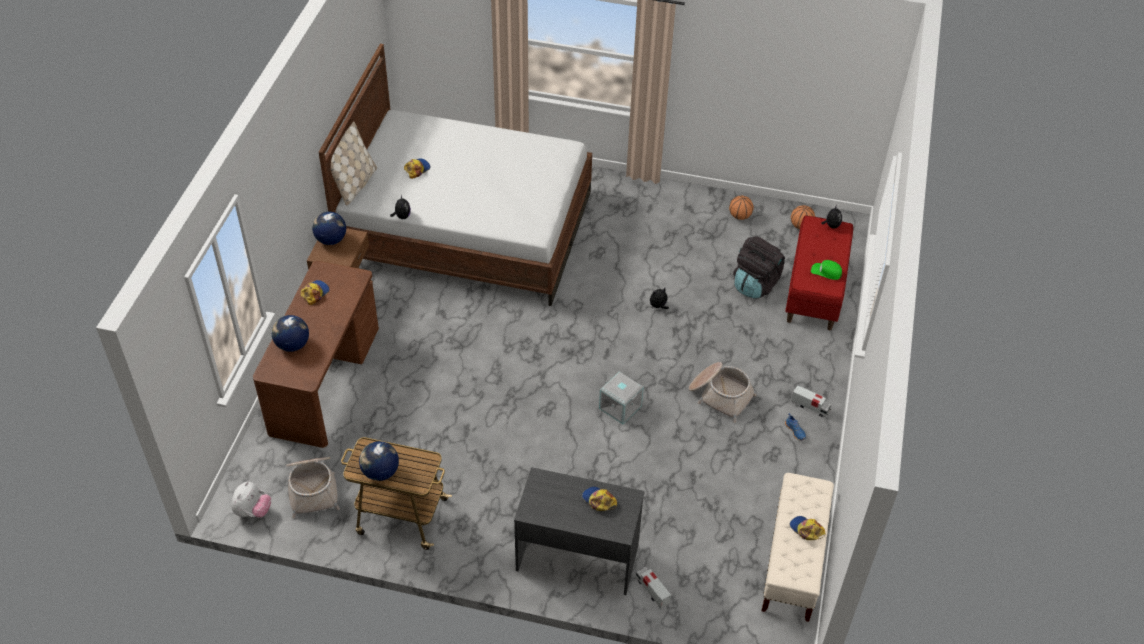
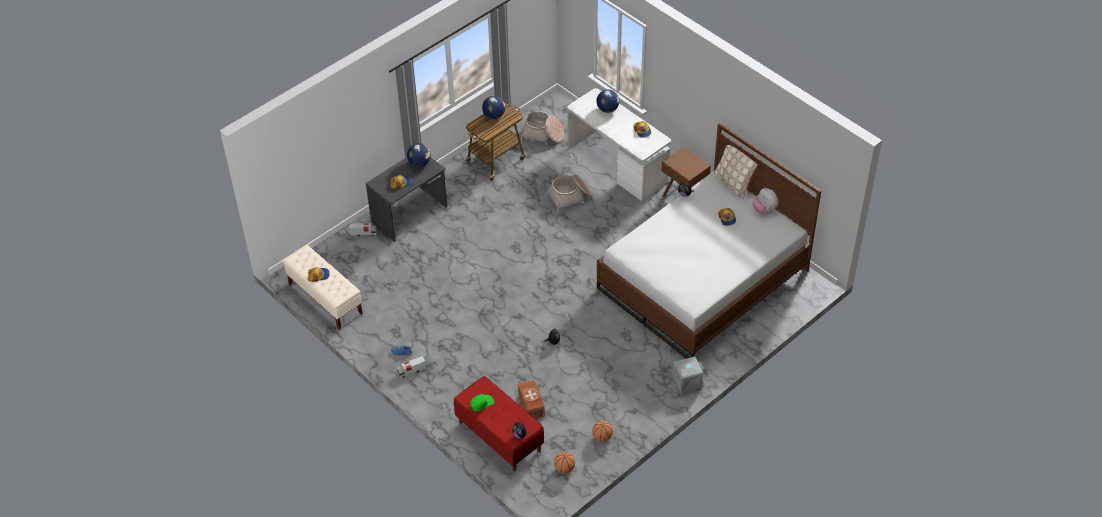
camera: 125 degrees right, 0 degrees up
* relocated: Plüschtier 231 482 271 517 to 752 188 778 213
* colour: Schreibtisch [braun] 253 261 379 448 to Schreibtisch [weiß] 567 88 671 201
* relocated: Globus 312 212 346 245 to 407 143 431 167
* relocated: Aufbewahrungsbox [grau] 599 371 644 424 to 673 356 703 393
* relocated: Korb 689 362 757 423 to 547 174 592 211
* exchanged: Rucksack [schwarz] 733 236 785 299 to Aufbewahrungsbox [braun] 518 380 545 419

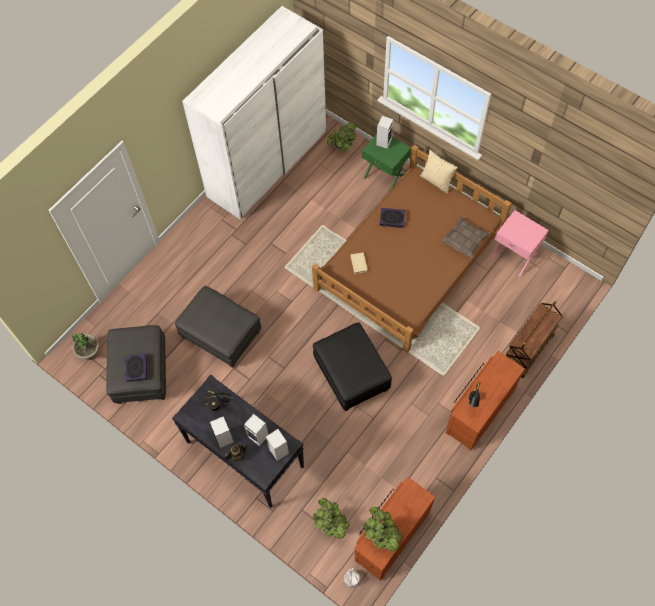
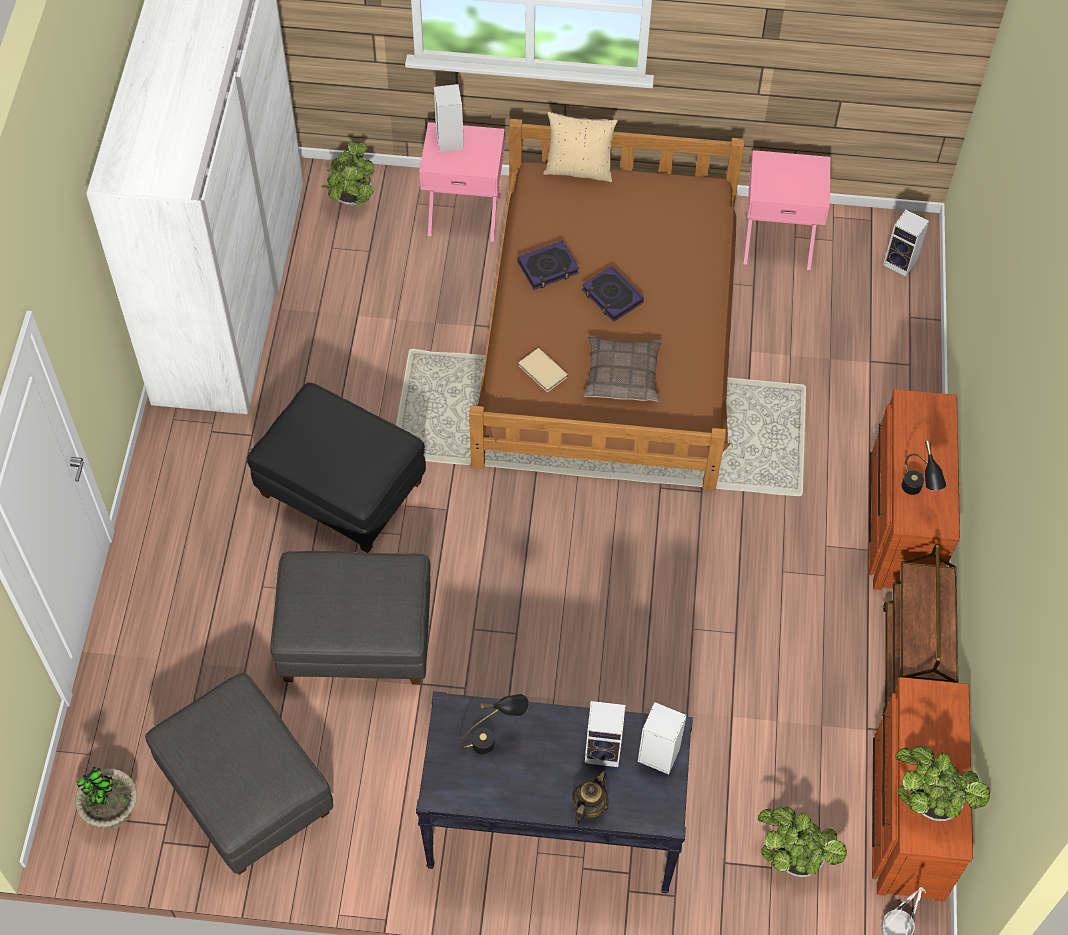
camera: 35 degrees left, 5 degrees down
* relocated: Buch 125 354 147 382 to 582 266 644 322
* relocated: Lautsprecher 210 416 234 448 to 883 210 929 277
* relocated: Polsterhocker [schwarz] 313 322 392 411 to 247 382 426 553
* colour: Nachttisch [grün] 362 134 411 193 to Nachttisch [rosa] 419 122 505 242
* relocated: Kissen 441 216 490 258 to 584 336 662 402
* relocated: Rollwagen [braun] 506 301 563 378 to 882 544 958 715

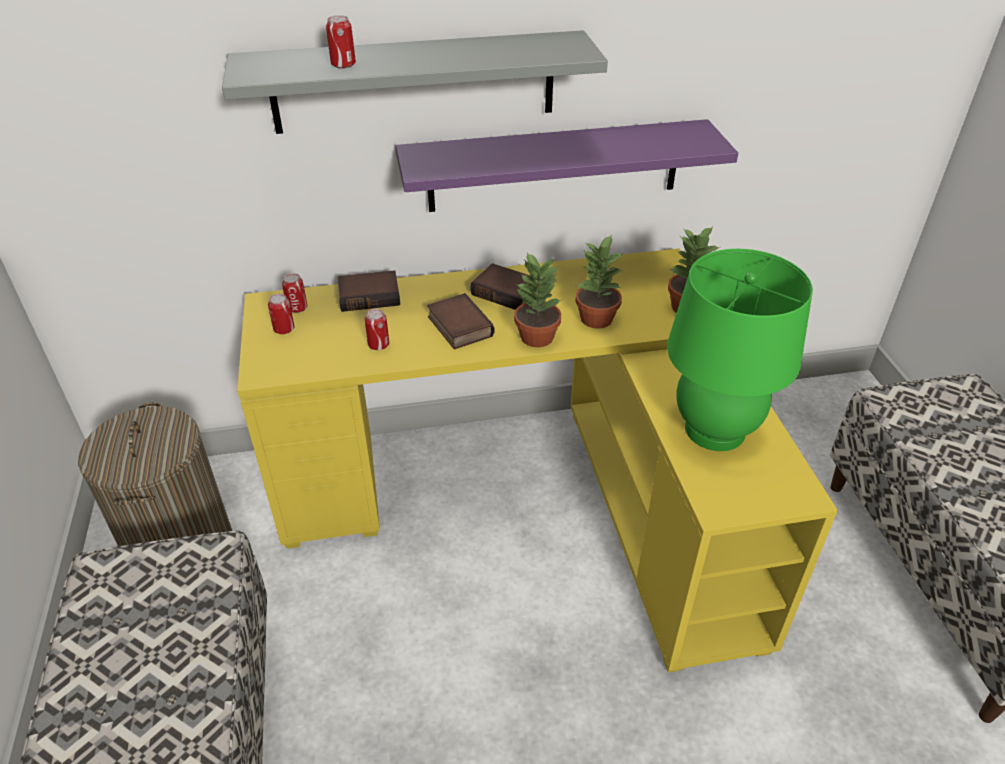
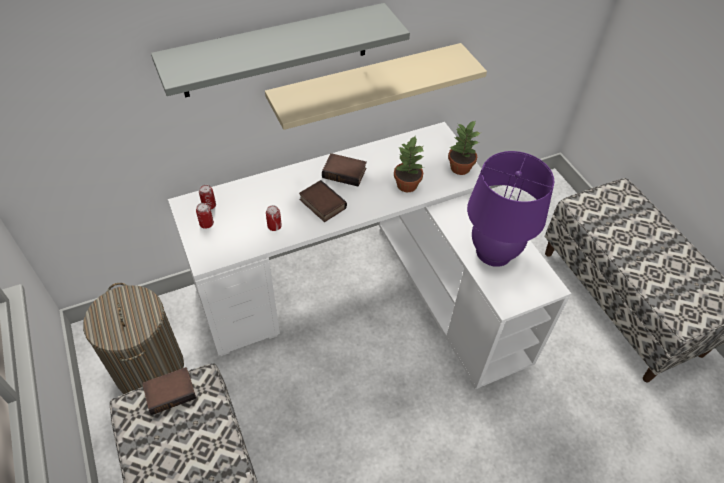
camera: 15 degrees left, 10 degrees up
* colour: Schreibtisch [gelb] 237 248 838 673 to Schreibtisch [weiß] 168 122 571 389
* missing: Dose 326 15 356 69
* relocated: Buch 338 270 400 312 to 142 367 196 415
* colour: Wandregal [lila] 396 119 738 212 to Wandregal [beige] 265 43 487 130
* missing: Topfpflanze 514 252 563 347
* colour: Tischlampe [grün] 667 249 813 451 to Tischlampe [lila] 467 151 554 267

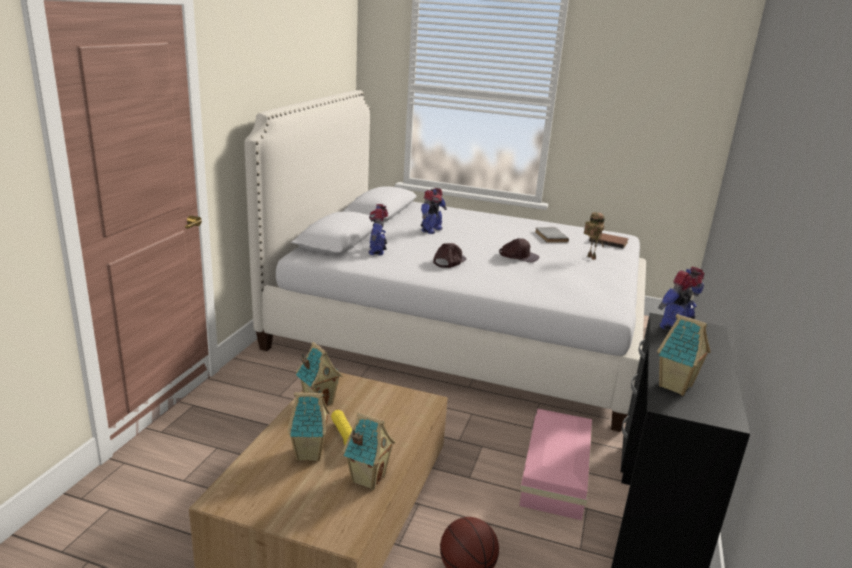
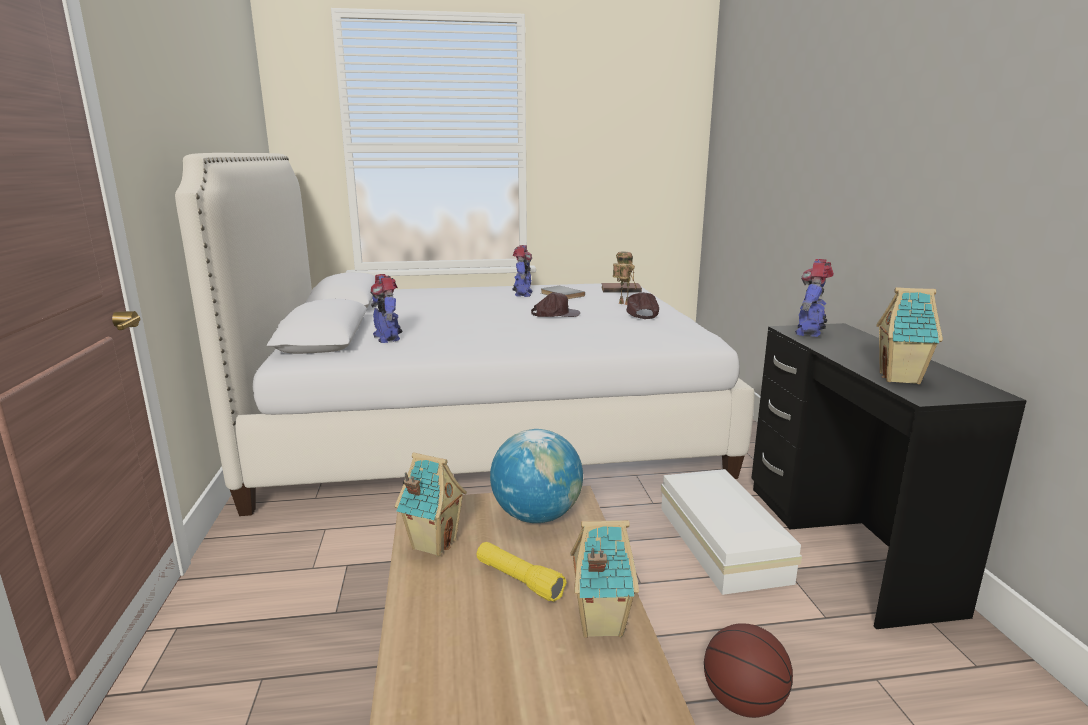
camera: 25 degrees left, 5 degrees down
* missing: Spielzeughaus 288 390 330 461
* relocated: Spielzeugroboter 421 188 447 234 to 512 245 533 297
* relocated: Kappe [braun] 433 243 466 268 to 626 292 659 319
* colour: Aufbewahrungsbox [rosa] 519 409 592 520 to Aufbewahrungsbox [weiß] 661 469 802 595
* appeared: Globus 490 429 583 523

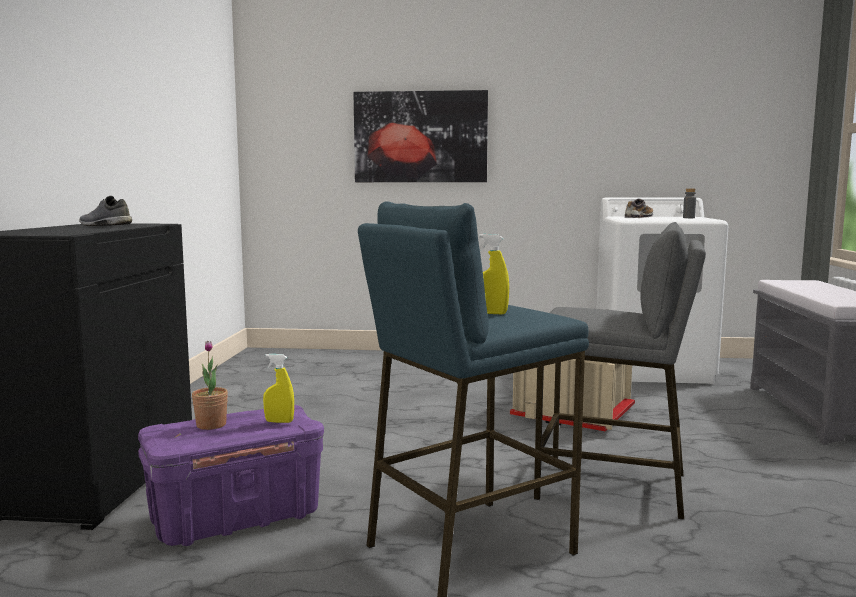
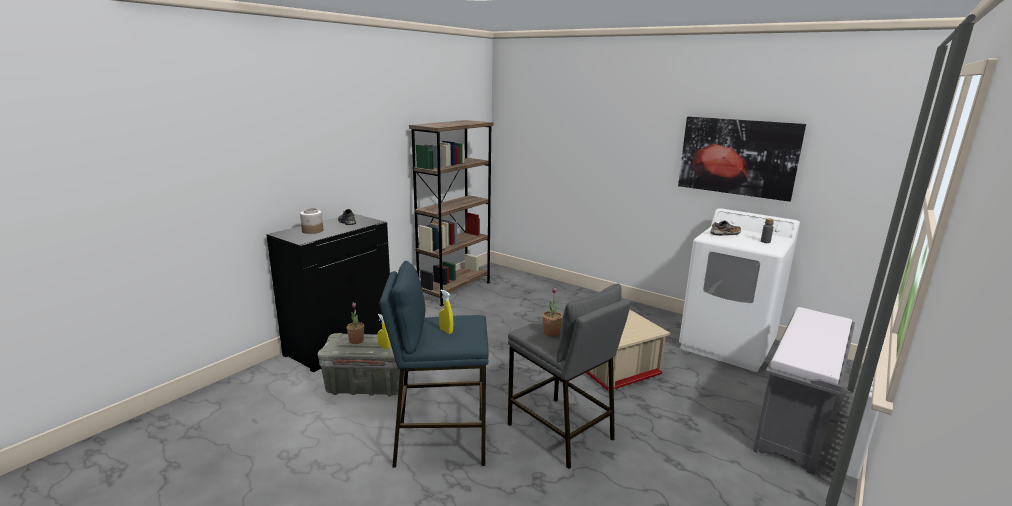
camera: 30 degrees right, 10 degrees up
* colour: Aufbewahrungsbox [lila] 138 405 324 546 to Aufbewahrungsbox [grau] 317 333 405 396
* relocated: Bild 354 90 488 182 to 678 116 806 202
* appeared: Vorratsglas 300 208 323 234
* appeared: Bücherregal [braun] 409 120 494 306
* appeared: Topfpflanze 542 287 562 337

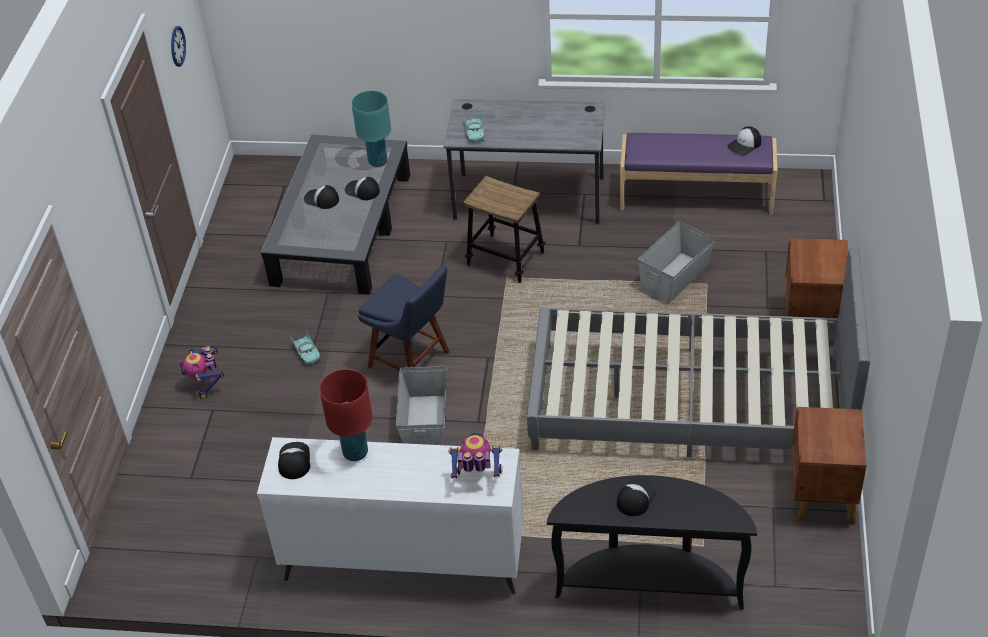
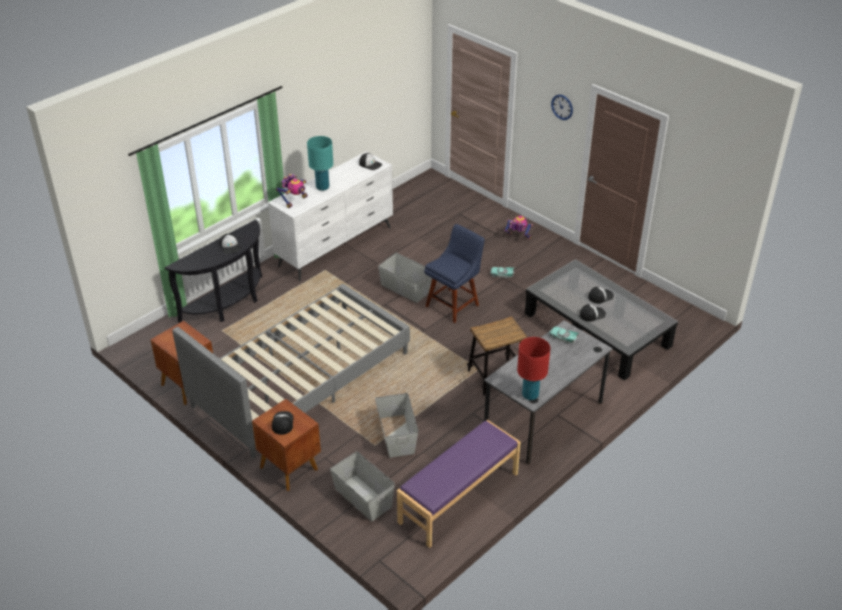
camera: 125 degrees right, 5 degrees down
* relocated: Wanduhr 171 26 186 67 to 551 95 573 120
* relocated: Tischlampe [rot] 319 369 373 461 to 517 337 551 400
* relocated: Tischlampe [türkis] 351 90 391 167 to 307 136 333 191
* spun: Stuhl [blau] 358 266 449 370 = 424 224 485 323 150 degrees clockwise
* relocated: Kappe 727 126 761 155 to 272 411 293 435
* appeared: Aufbewahrungsbox [grau] 330 451 395 521

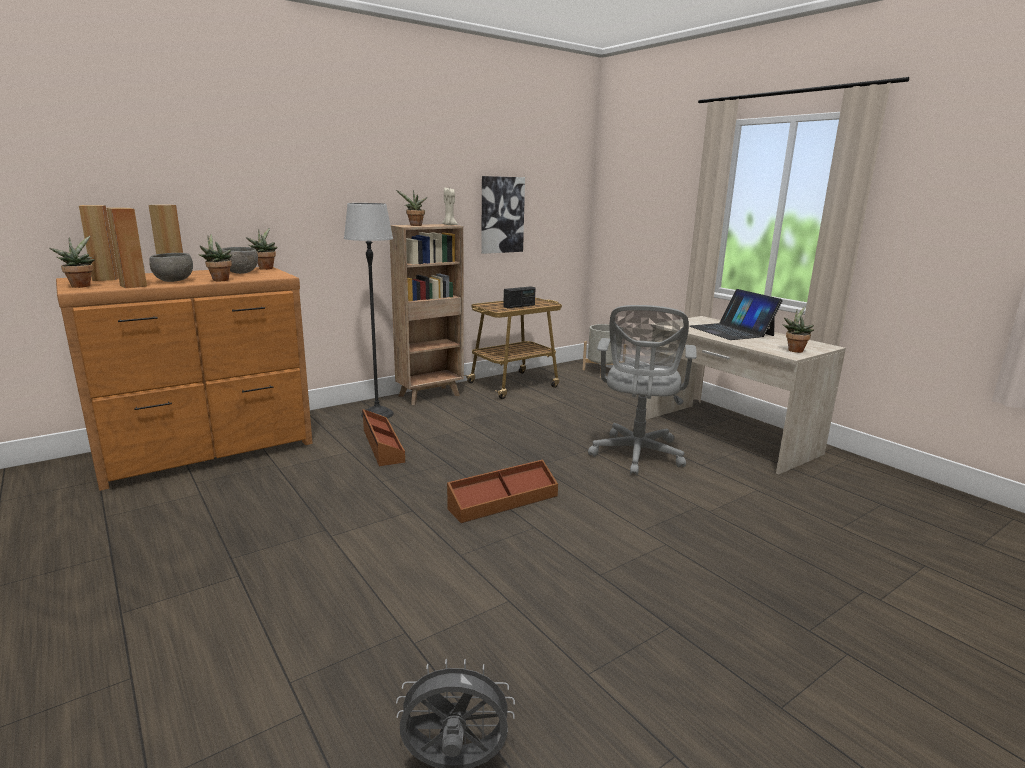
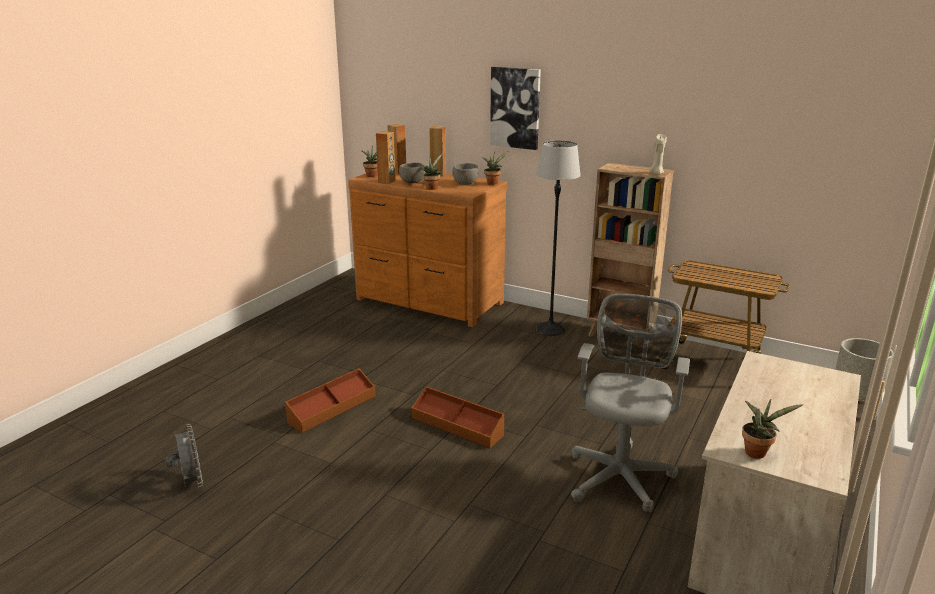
camera: 65 degrees right, 5 degrees up
* relocated: Aufbewahrungsbox [braun] 362 409 405 466 to 285 368 376 433
* missing: Topfpflanze 396 190 428 226
* relocated: Bild 481 176 525 254 to 490 67 541 150
* missing: Radio 503 286 535 308
* spun: Bürostuhl [grau] 588 305 697 475 = 571 294 690 512 120 degrees clockwise
* missing: Laptop 689 289 783 340

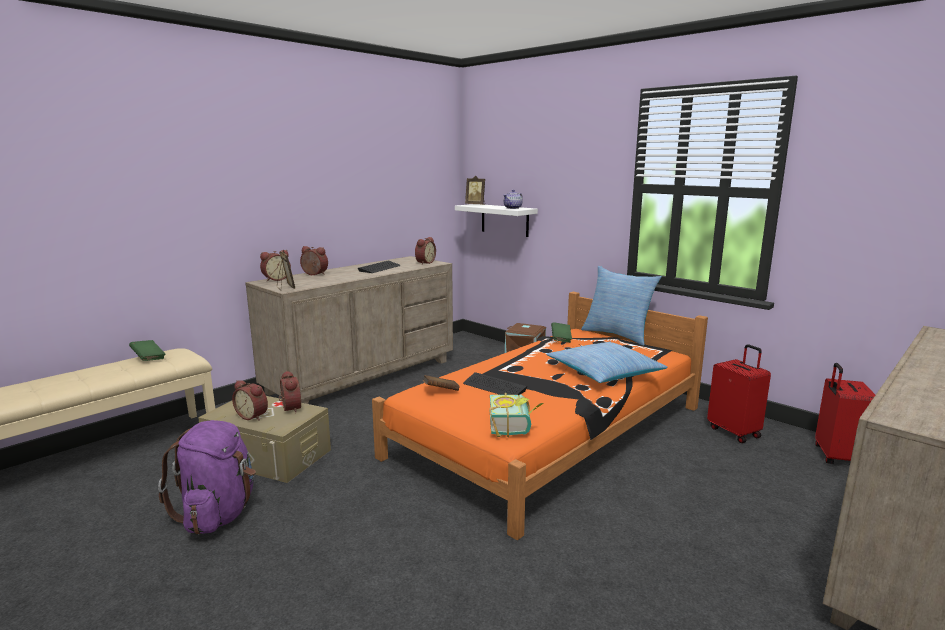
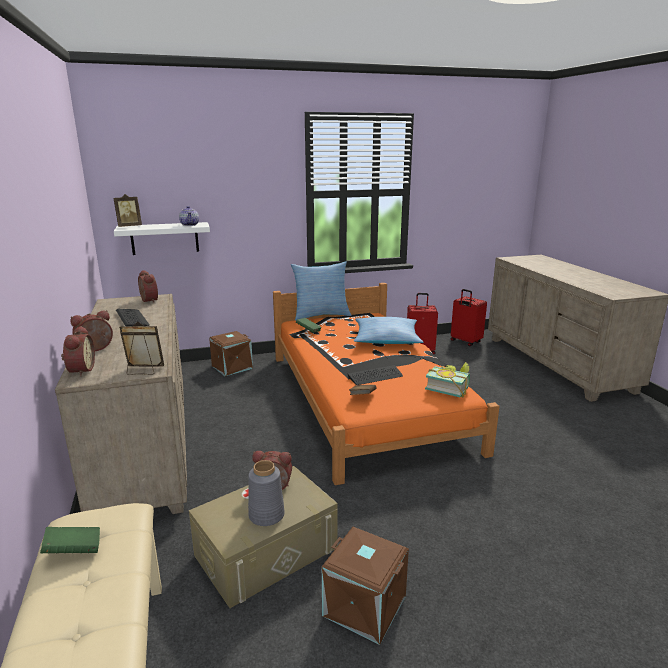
camera: 60 degrees left, 5 degrees up
* exchanged: Rucksack [lila] 158 420 256 535 to Aufbewahrungsbox [braun] 322 527 409 645
* exchanged: Wecker 232 380 268 421 to Vase [grau] 248 460 285 526

